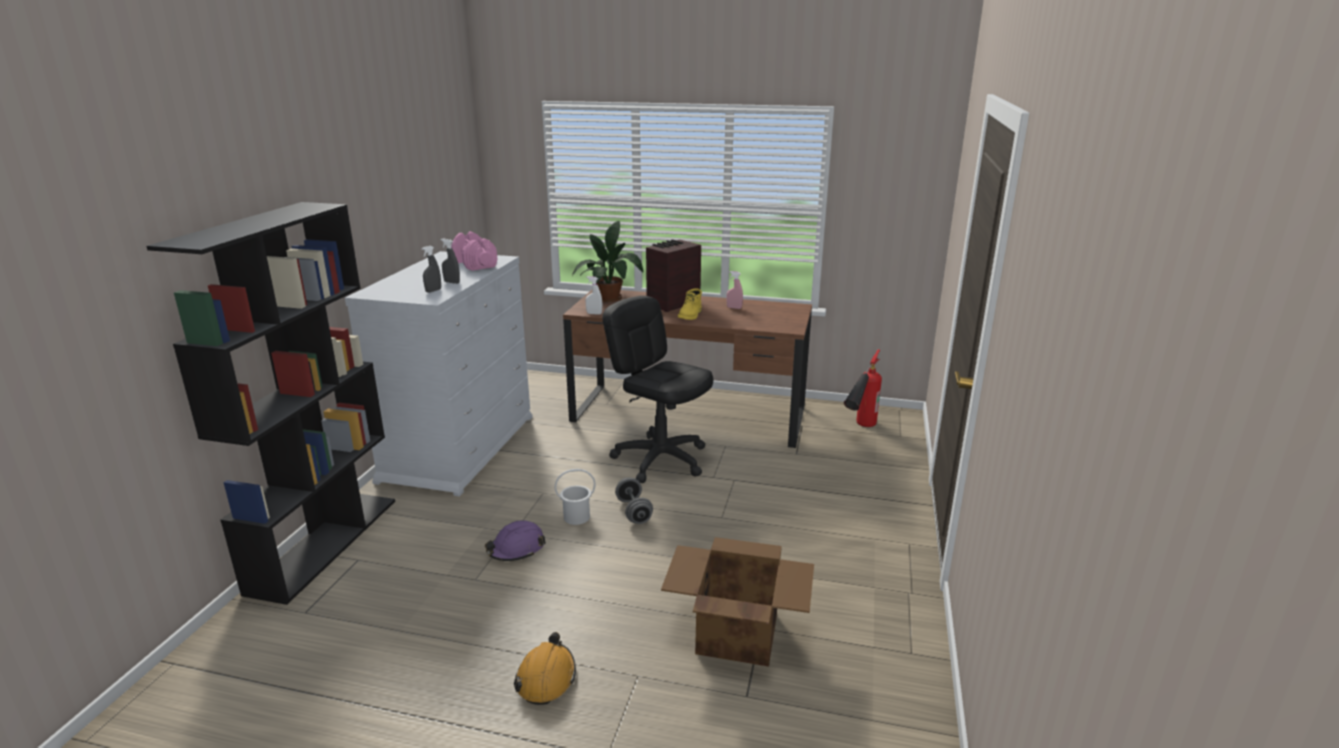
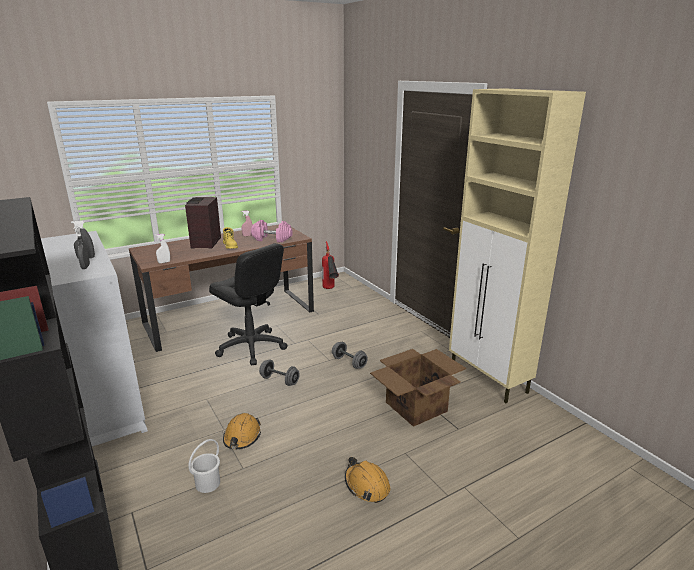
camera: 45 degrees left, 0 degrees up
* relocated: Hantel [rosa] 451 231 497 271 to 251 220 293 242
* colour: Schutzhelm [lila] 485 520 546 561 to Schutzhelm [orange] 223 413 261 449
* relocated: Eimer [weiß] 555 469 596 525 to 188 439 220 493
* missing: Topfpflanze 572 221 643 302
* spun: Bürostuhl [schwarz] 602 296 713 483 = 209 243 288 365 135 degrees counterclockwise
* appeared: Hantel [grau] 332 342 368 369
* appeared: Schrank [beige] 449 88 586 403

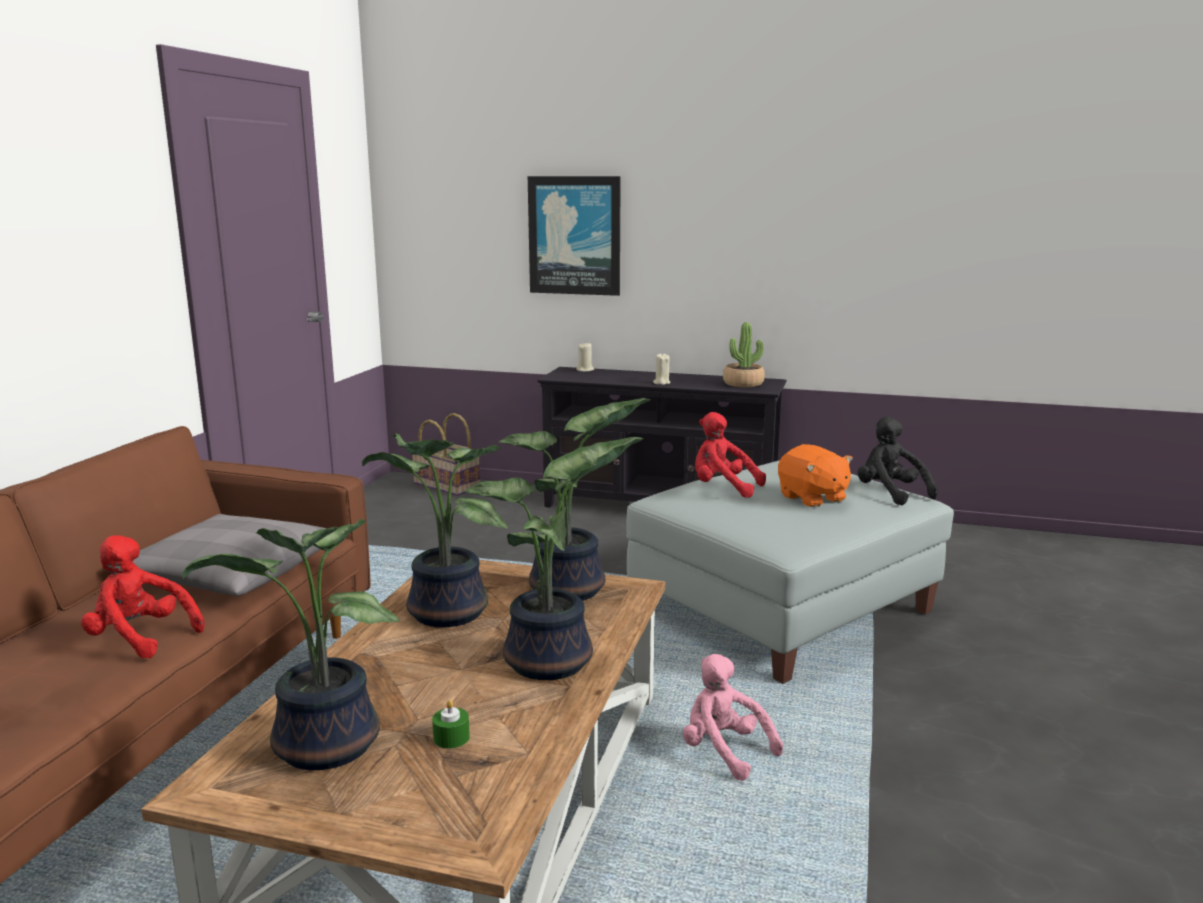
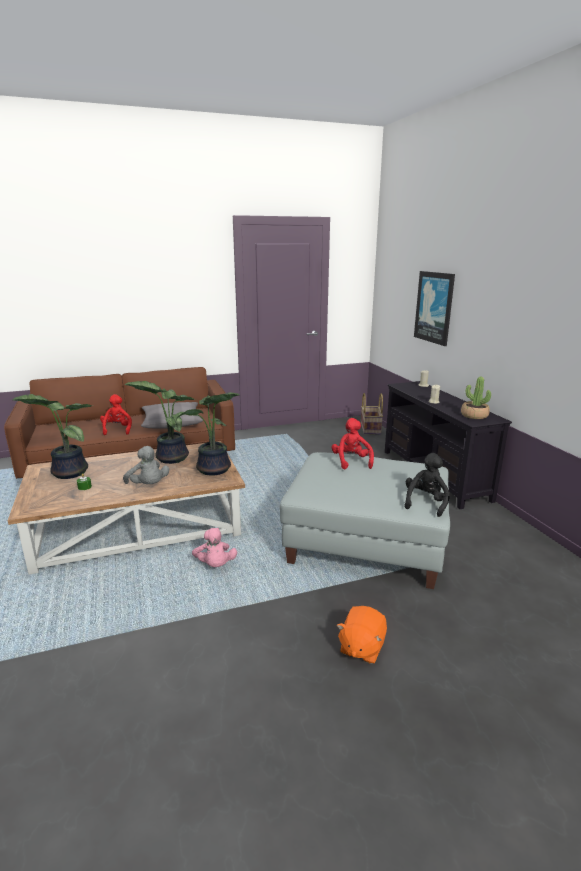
camera: 55 degrees right, 5 degrees up
* exchanged: Topfpflanze 464 437 644 680 to Plüschtier [grau] 123 446 169 484
* spun: Plüschtier [rosa] 683 654 783 781 = 192 528 237 567 150 degrees clockwise
* relocated: Plüschtier [orange] 778 444 853 508 to 337 606 387 664

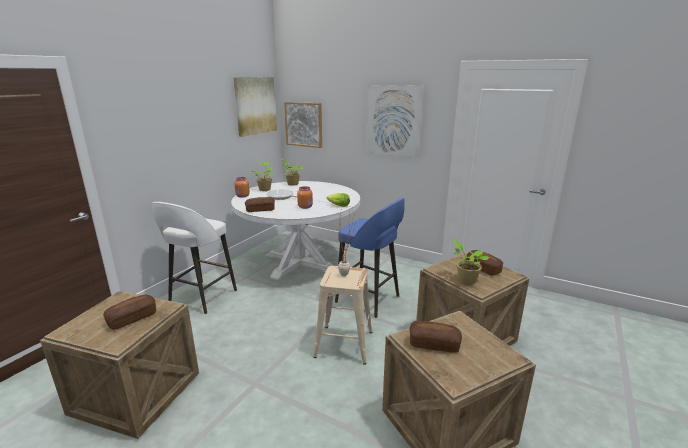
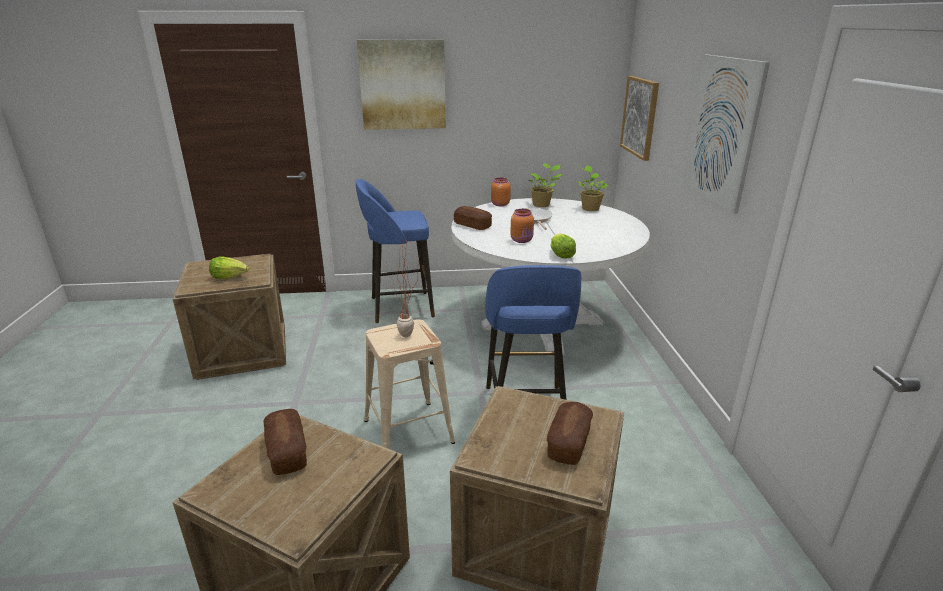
camera: 55 degrees right, 5 degrees up
* exchanged: Brot 103 295 156 330 to Salatkopf 209 256 249 279
* colour: Hocker [weiß] 152 202 237 314 to Hocker [blau] 356 179 435 323
* relocated: Bild 233 77 277 137 to 357 40 446 130
* missing: Topfpflanze 452 238 490 285

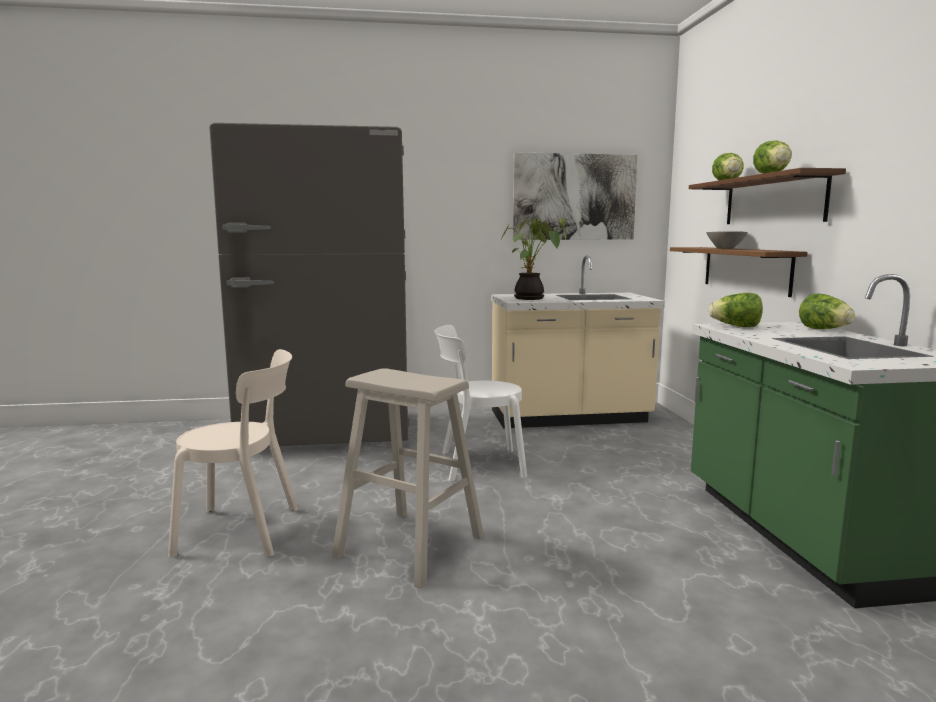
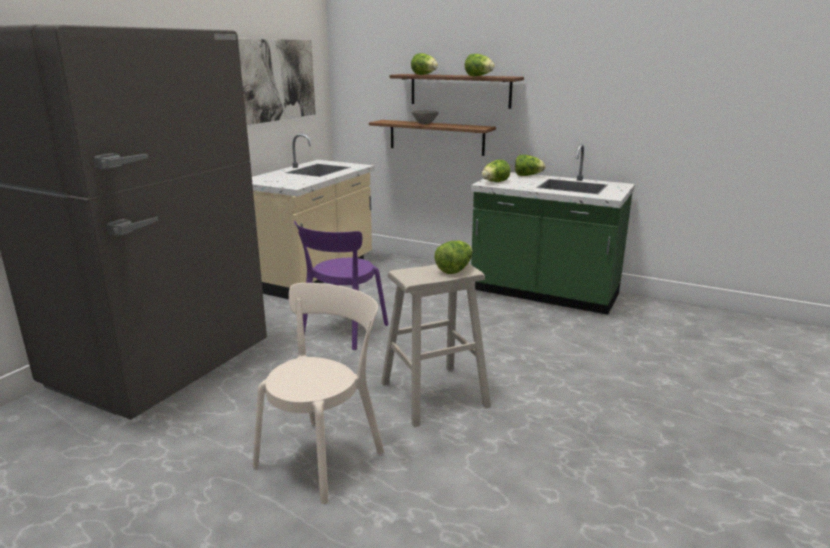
camera: 55 degrees left, 10 degrees up
* colour: Stuhl [weiß] 434 325 527 482 to Stuhl [lila] 294 221 389 350
* missing: Topfpflanze 502 218 567 300
* appeared: Salatkopf 434 241 472 274

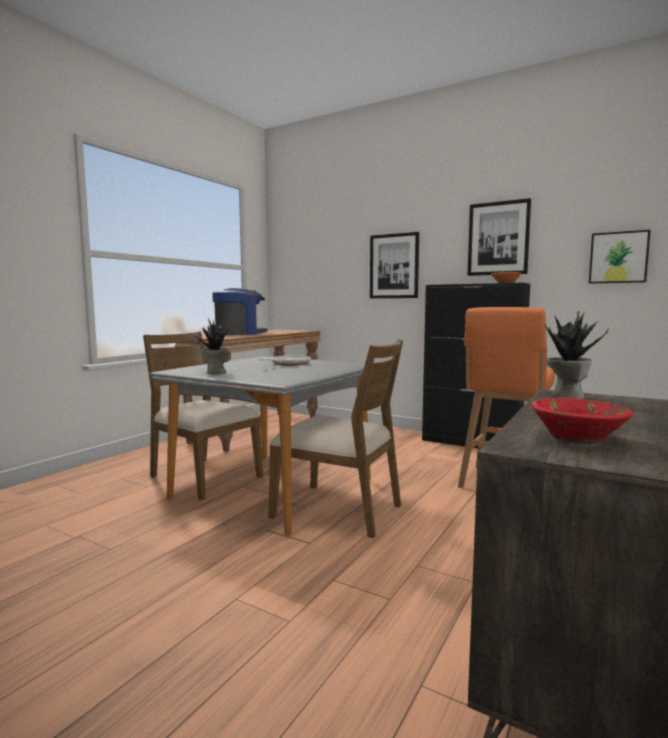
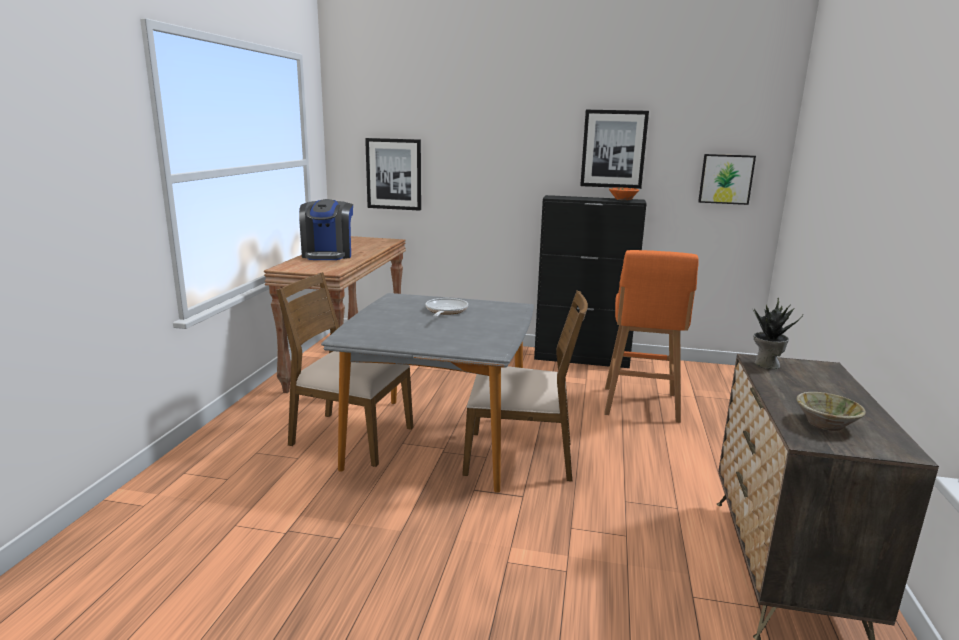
camera: 20 degrees left, 10 degrees up
* missing: Topfpflanze 191 318 231 374
* spun: Kaffeemaschine 212 288 268 335 = 299 199 353 260 135 degrees clockwise
* relocated: Bild 370 232 419 298 to 365 138 421 211
* colour: Schüssel [rot] 531 398 634 444 to Schüssel [beige] 796 392 866 431

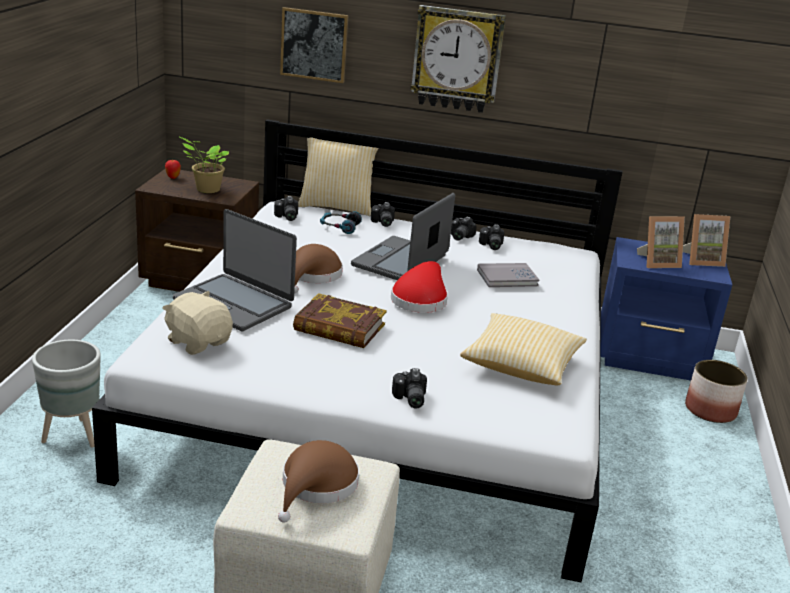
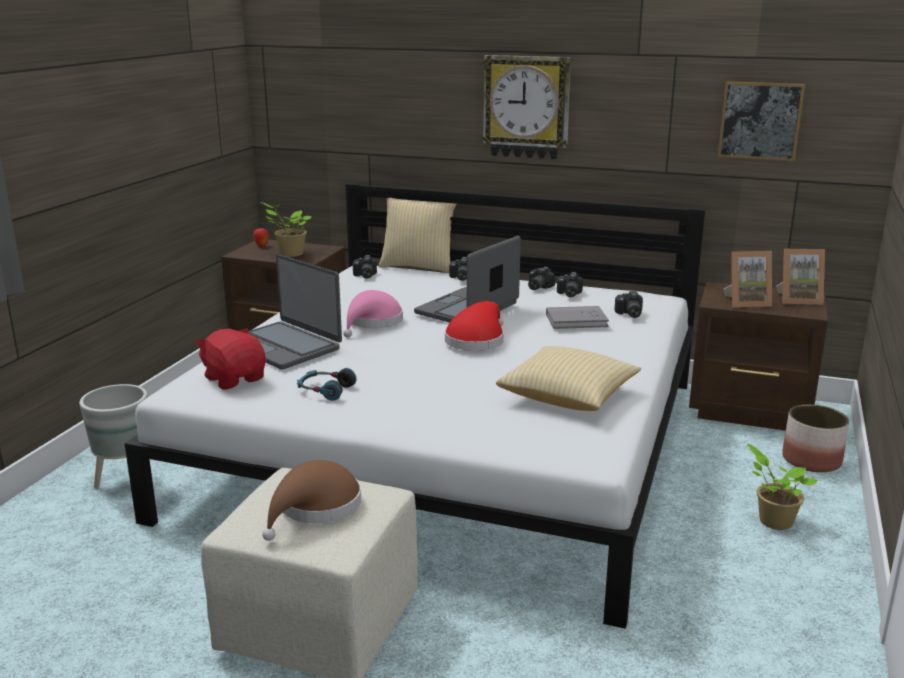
camera: 10 degrees right, 5 degrees down
* colour: Plüschtier [beige] 162 291 233 355 to Plüschtier [rot] 195 328 266 390
* relocated: Bild 280 7 348 83 to 718 81 805 161
* missing: Buch 293 293 387 348
* colour: Hut [braun] 294 244 343 293 to Hut [rosa] 343 290 403 338
* relocated: Kopfhörer 320 211 362 234 to 297 368 356 401
* relocated: Kamera 392 368 427 408 to 614 290 643 318
* colour: Nachttisch [blau] 600 237 732 380 to Nachttisch [braun] 689 282 828 431
* appeared: Topfpflanze 747 444 818 530

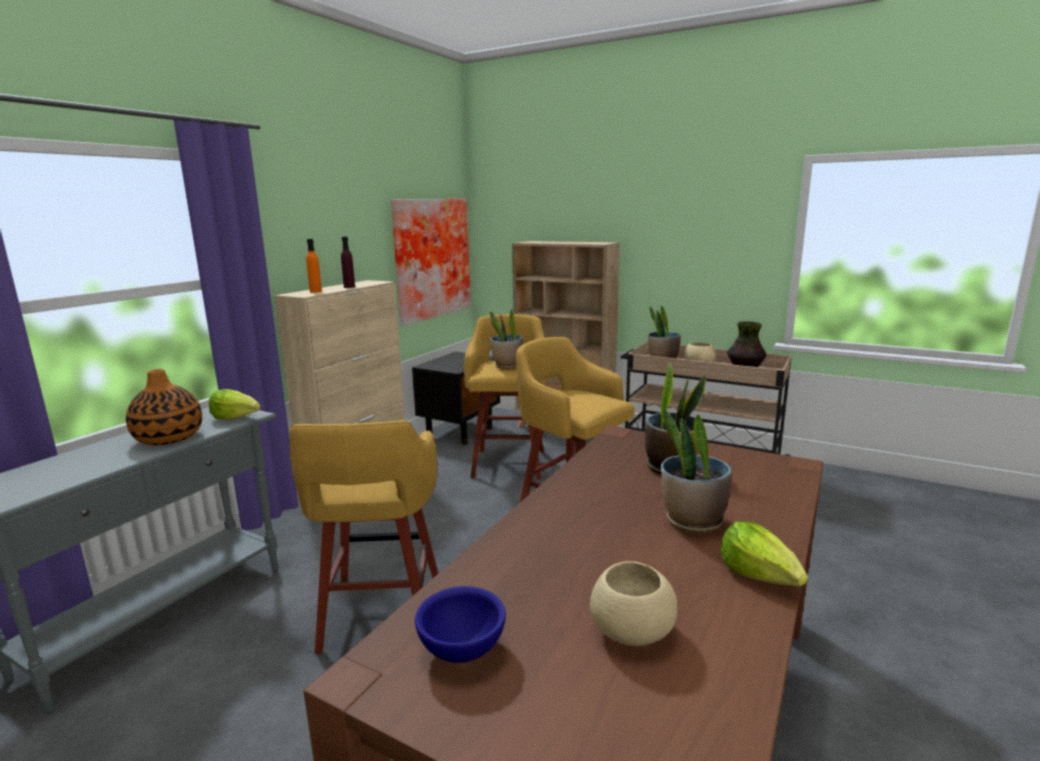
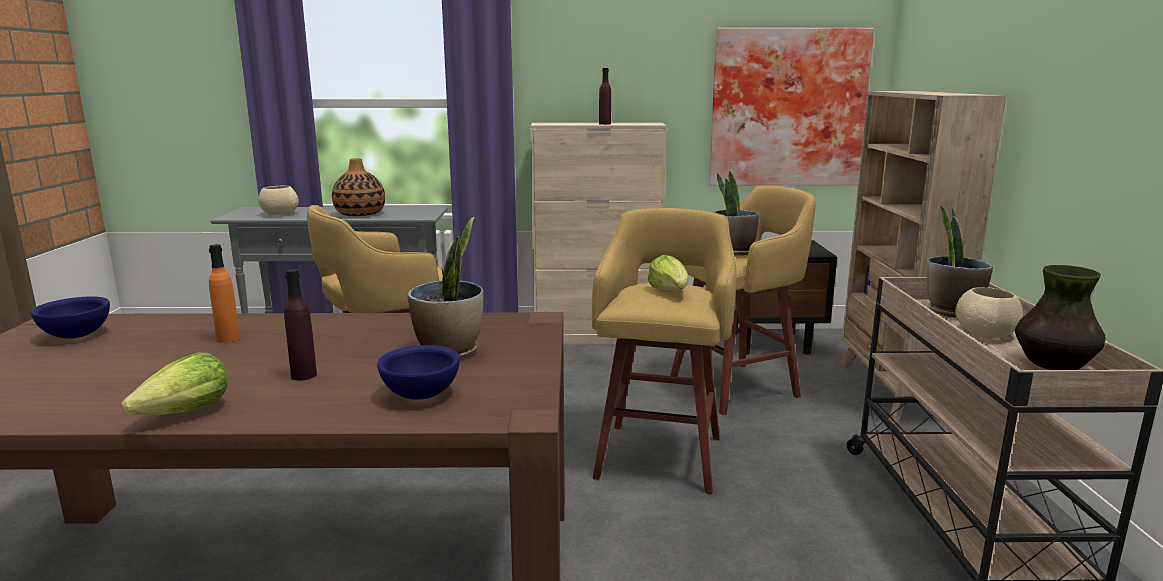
camera: 60 degrees right, 0 degrees up
* relocated: Salatkopf 209 389 260 419 to 648 255 689 291
* relocated: Flasche [orange] 306 239 322 293 to 209 244 240 343
* relocated: Schüssel [beige] 590 561 678 646 to 258 186 299 215
* exchanged: Topfpflanze 661 408 732 533 to Flasche [lila] 284 269 317 380
* appeared: Schüssel [blau] 377 345 460 400

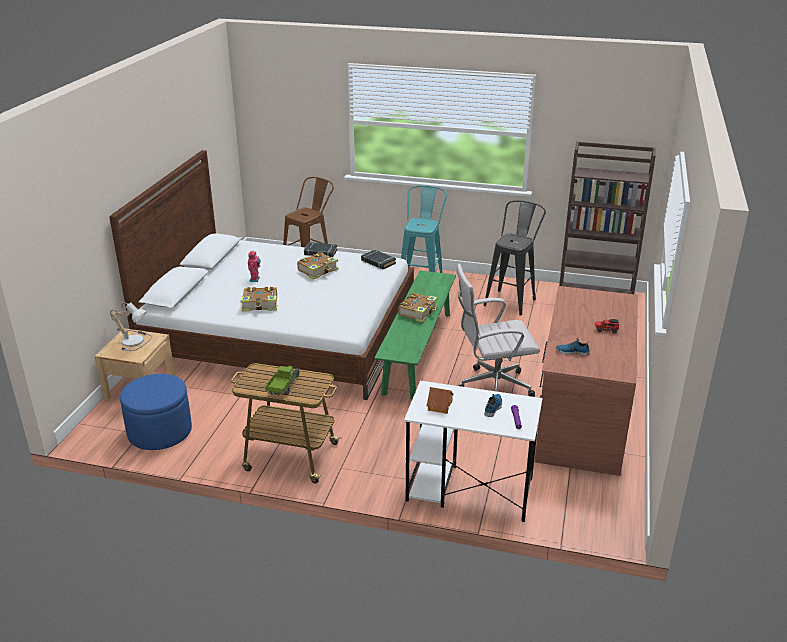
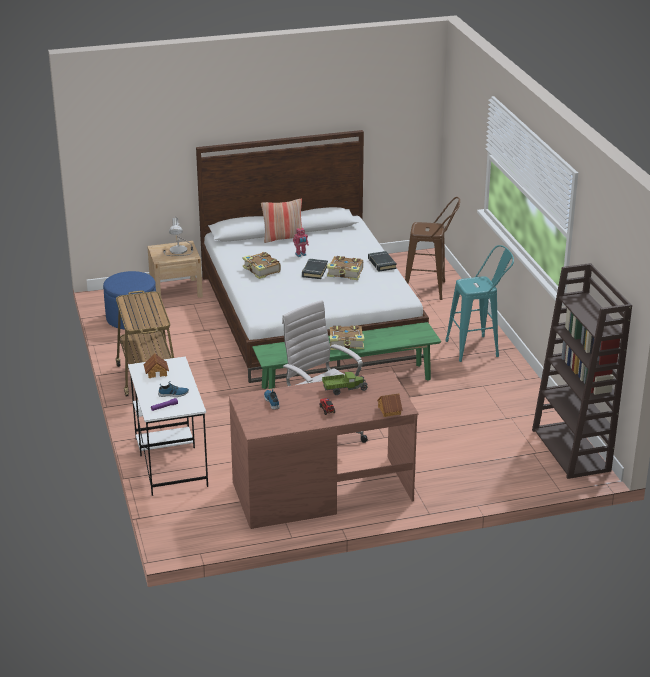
camera: 60 degrees right, 0 degrees up
* relocated: Spielzeuglaster 265 365 300 396 to 322 372 368 395
* relocated: Buch [schwarz] 361 249 396 270 to 302 259 328 279
* missing: Hocker [schwarz] 483 200 546 316
* appeared: Kissen 261 199 302 243
* appeared: Spielzeughaus 377 393 403 417

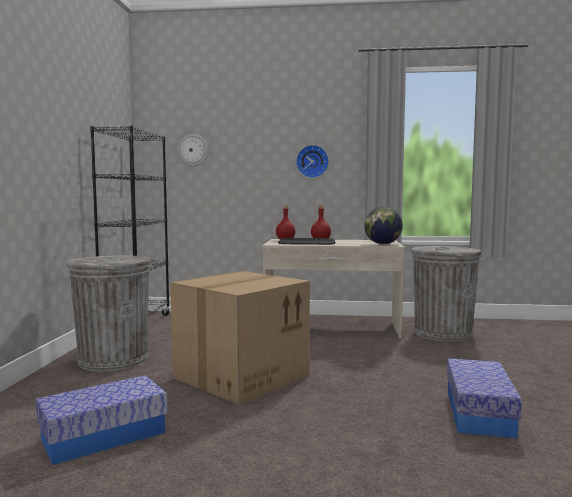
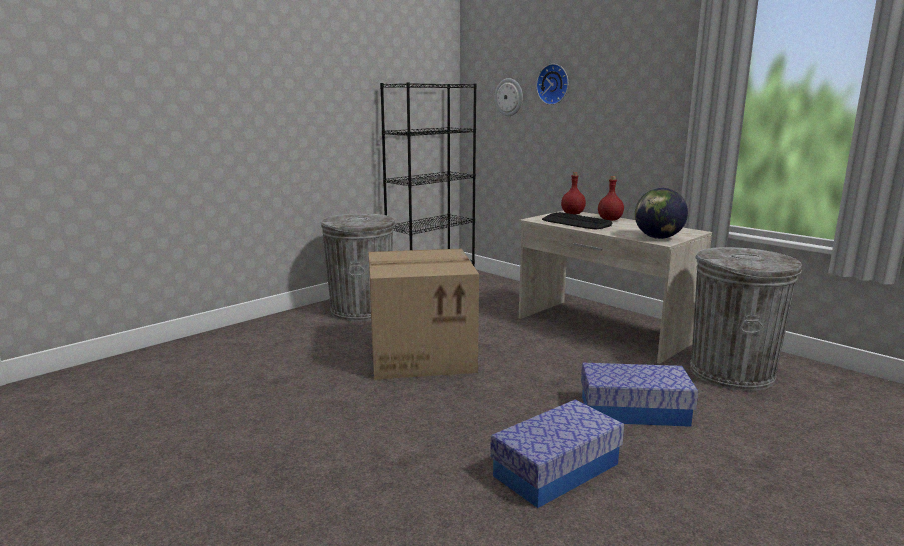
camera: 40 degrees right, 10 degrees up
* relocated: Aufbewahrungsbox 36 375 168 465 to 581 363 698 427
* relocated: Wanduhr 296 145 329 178 to 536 64 568 105

